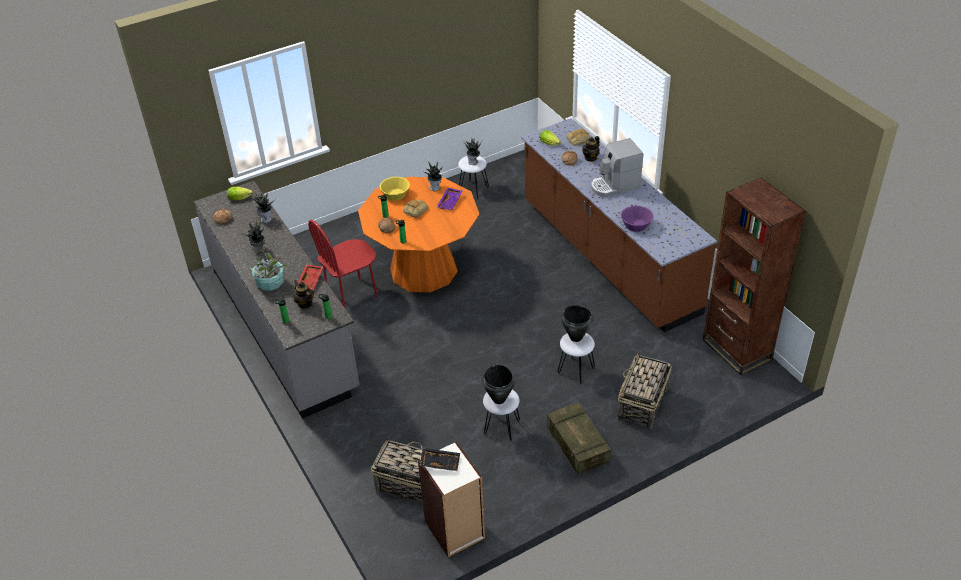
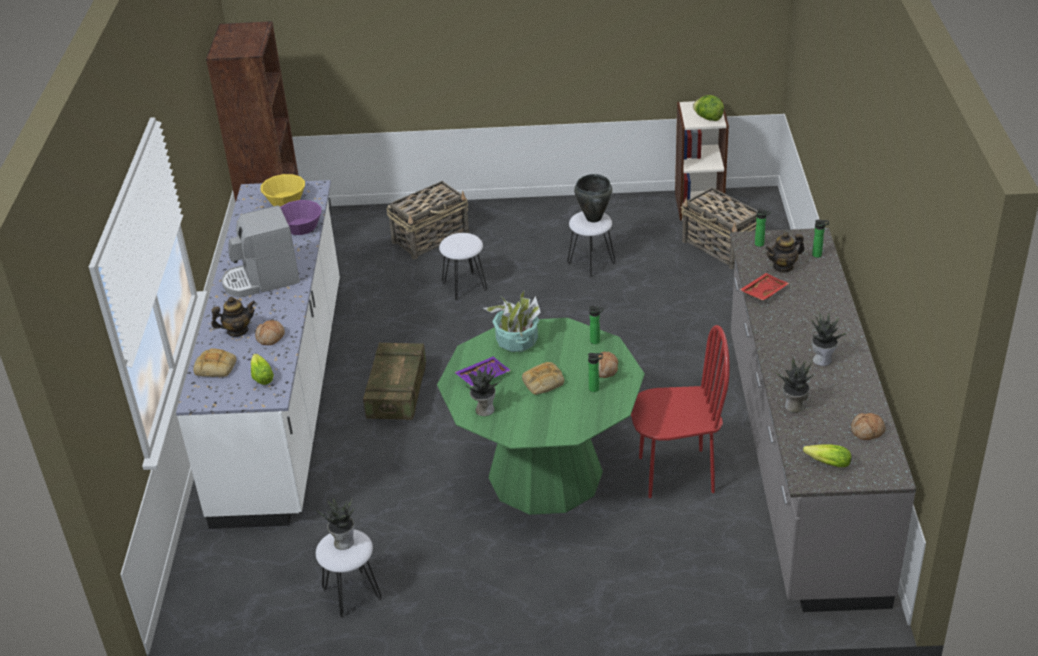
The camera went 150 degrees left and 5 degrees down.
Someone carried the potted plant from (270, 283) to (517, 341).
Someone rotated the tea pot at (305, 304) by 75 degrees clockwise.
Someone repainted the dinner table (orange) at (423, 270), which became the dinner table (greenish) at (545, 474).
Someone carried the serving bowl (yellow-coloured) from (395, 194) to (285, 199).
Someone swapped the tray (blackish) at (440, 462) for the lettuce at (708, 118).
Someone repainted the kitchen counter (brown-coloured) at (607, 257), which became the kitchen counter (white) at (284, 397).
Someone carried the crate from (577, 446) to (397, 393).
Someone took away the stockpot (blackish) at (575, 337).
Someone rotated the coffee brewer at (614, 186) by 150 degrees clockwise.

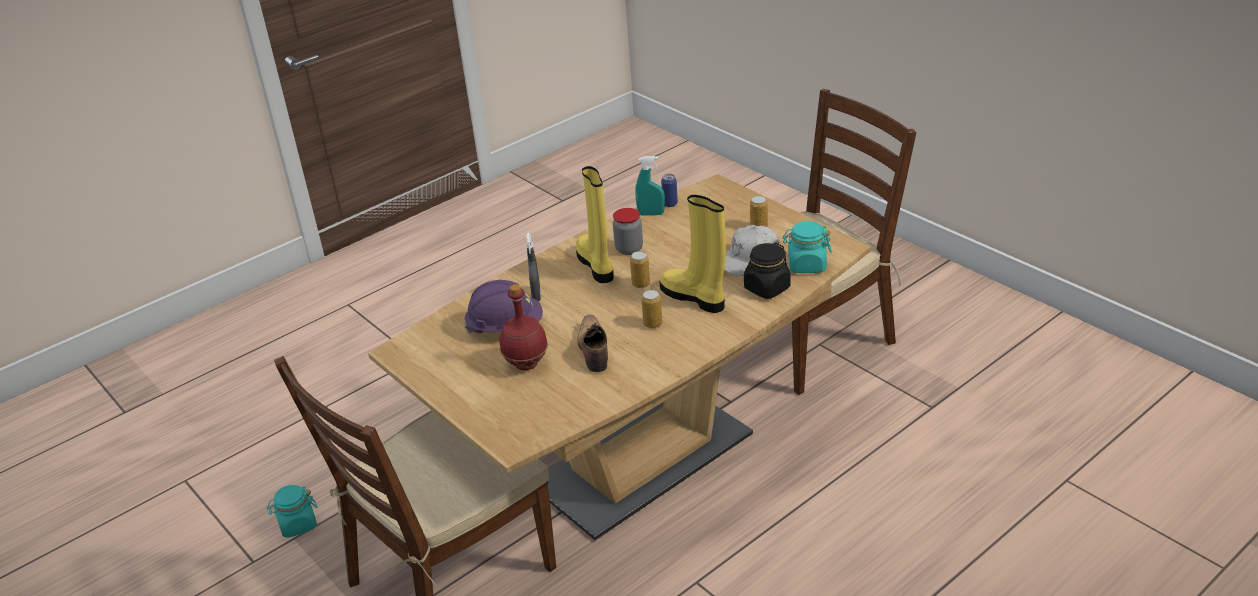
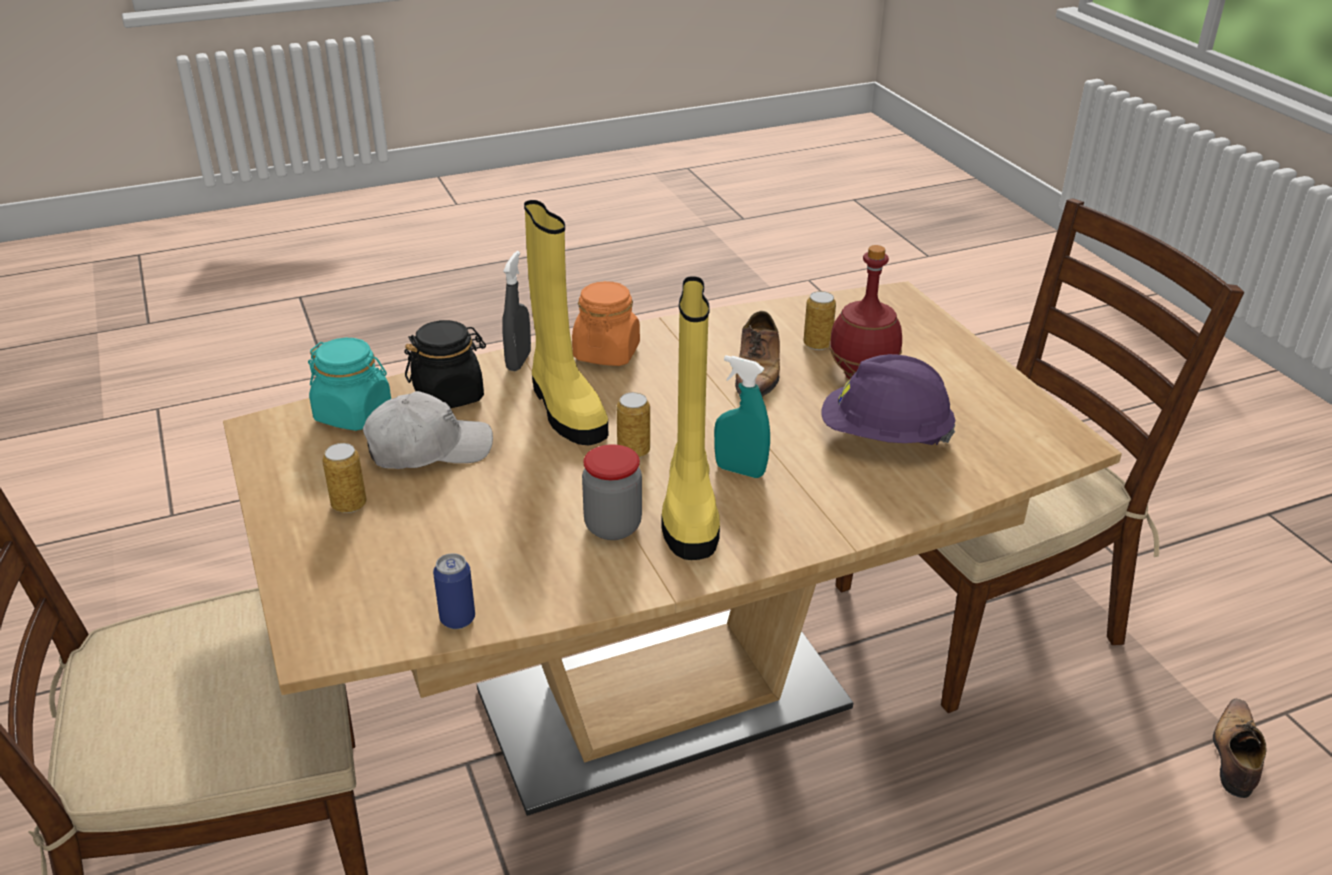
The camera went 165 degrees left and 0 degrees up.
Someone swapped the preserve jar (blue-green) at (297, 524) for the item of footwear at (1234, 755).
Someone carried the hand sprayer (gray) from (536, 295) to (518, 361).
Someone carried the hand sprayer (blue-green) from (651, 214) to (740, 470).
Someone carried the metal can from (653, 324) to (817, 344).
Someone put down the preserve jar (orange) at (606, 352).

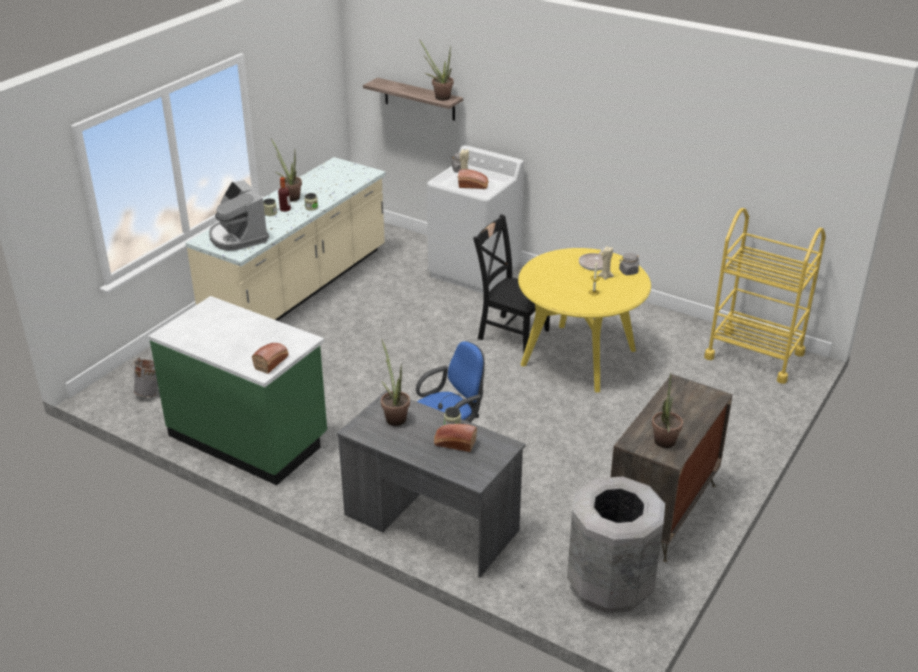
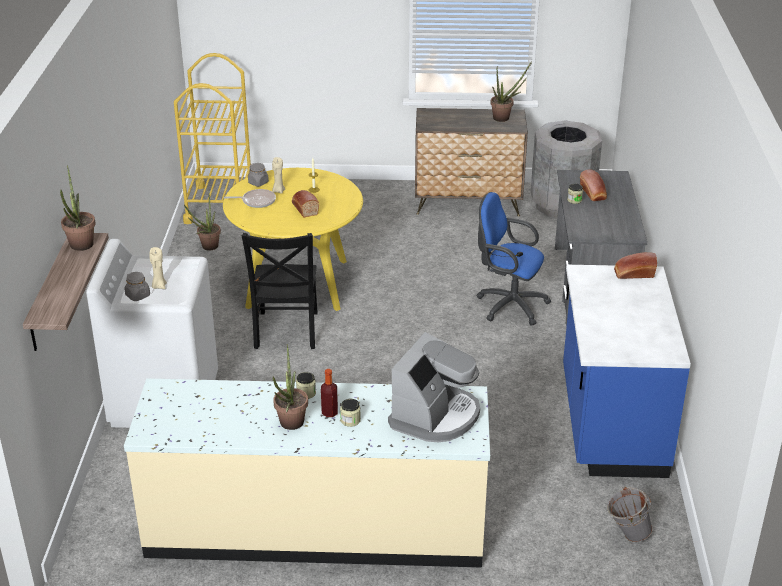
The camera went 120 degrees left and 0 degrees up.
Someone repainted the kitchen counter (greenish) at (249, 437), which became the kitchen counter (bluish) at (610, 423).
Someone carried the potted plant from (394, 417) to (207, 247).
Someone carried the baked bread from (473, 186) to (304, 208).

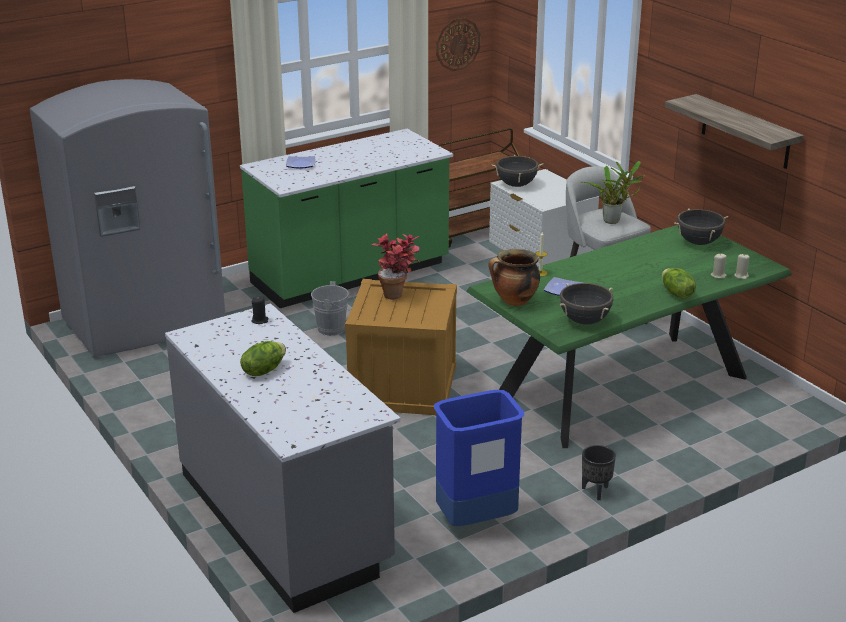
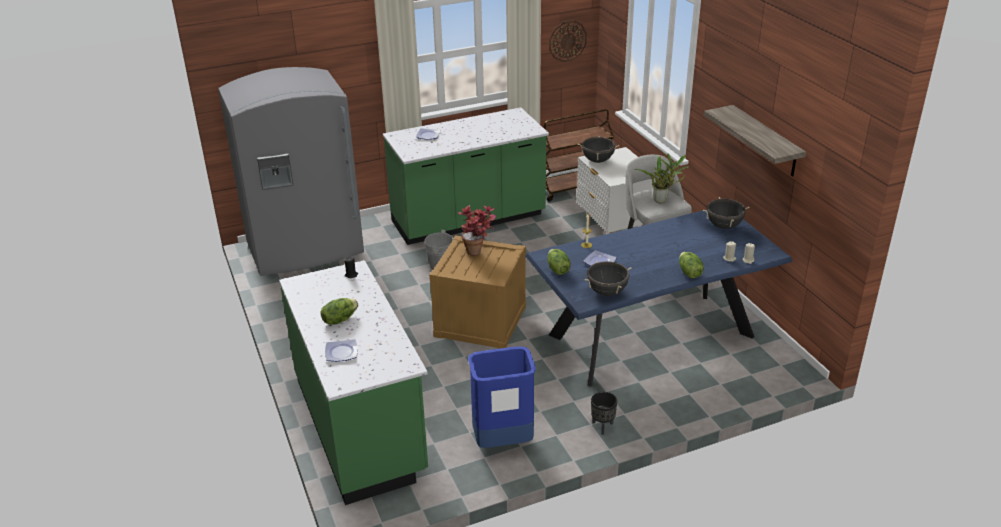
The camera went 10 degrees right and 5 degrees up.
Someone repainted the kitchen counter (gray) at (285, 519), which became the kitchen counter (greenish) at (361, 426).
Someone repainted the dinner table (greenish) at (622, 386), which became the dinner table (bluish) at (650, 335).
Someone swapped the stockpot at (514, 301) for the lettuce at (557, 269).
Someone put down the flat dish at (341, 353).

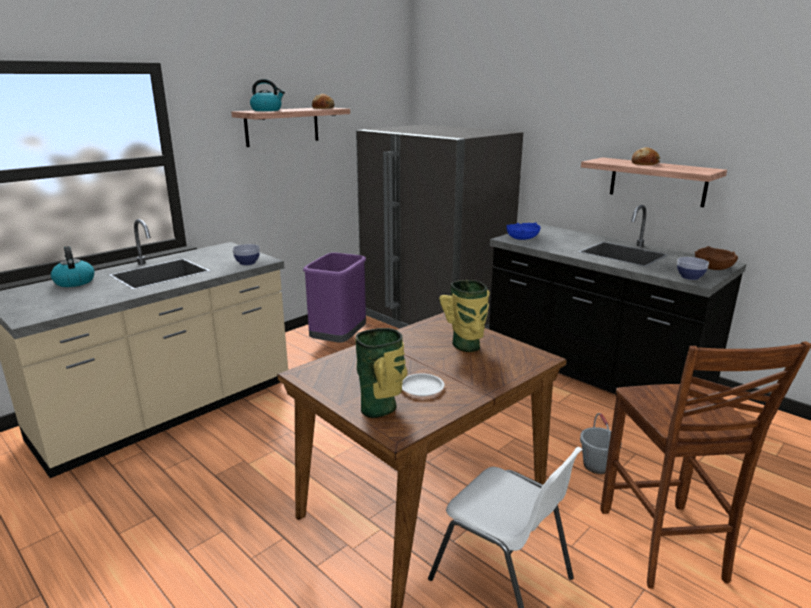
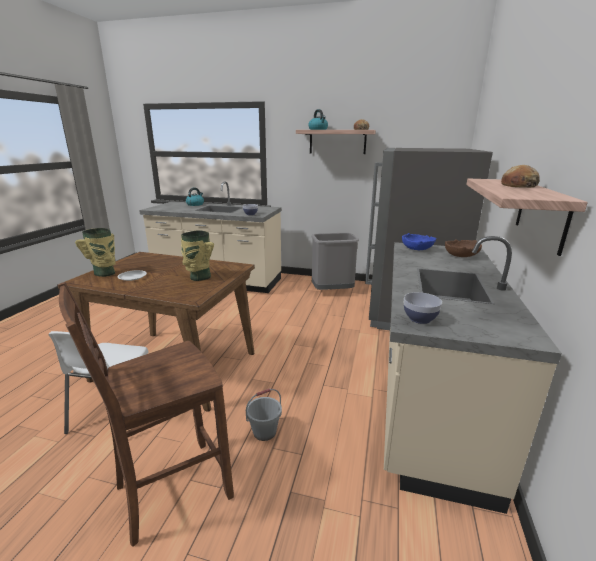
The camera went 60 degrees right and 0 degrees up.
Someone repainted the waste bin (purple) at (339, 341), which became the waste bin (gray) at (332, 292).
Someone repainted the kitchen counter (blackish) at (593, 372), which became the kitchen counter (sand-coloured) at (427, 402).
Someone carried the serving bowl (brown-coloured) from (713, 268) to (460, 255).

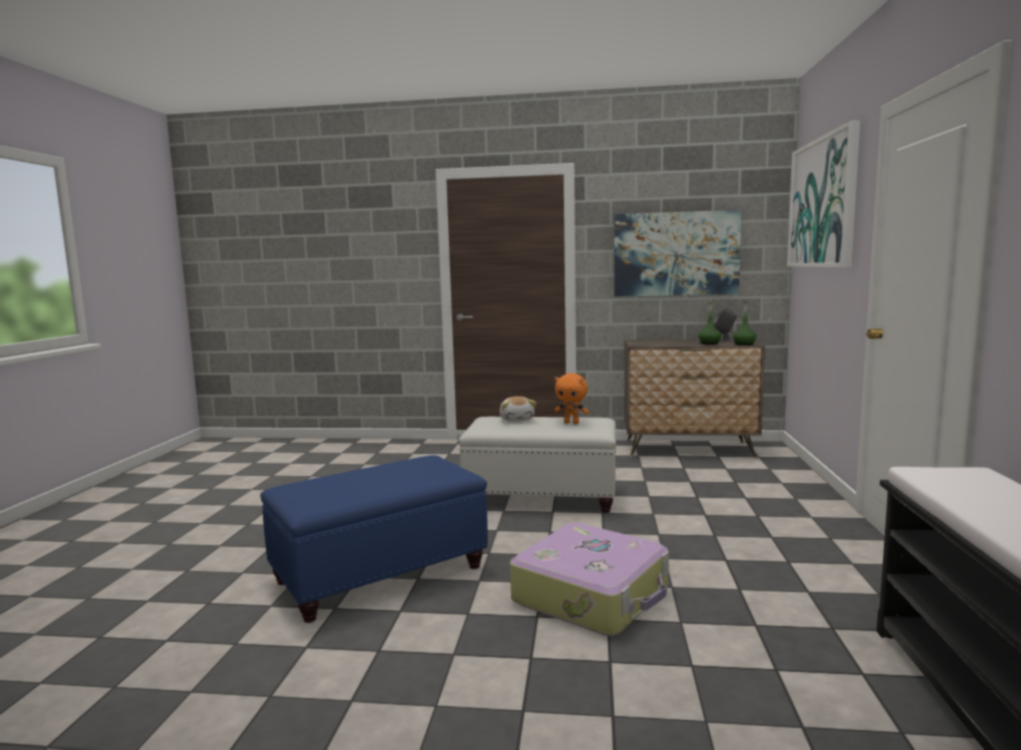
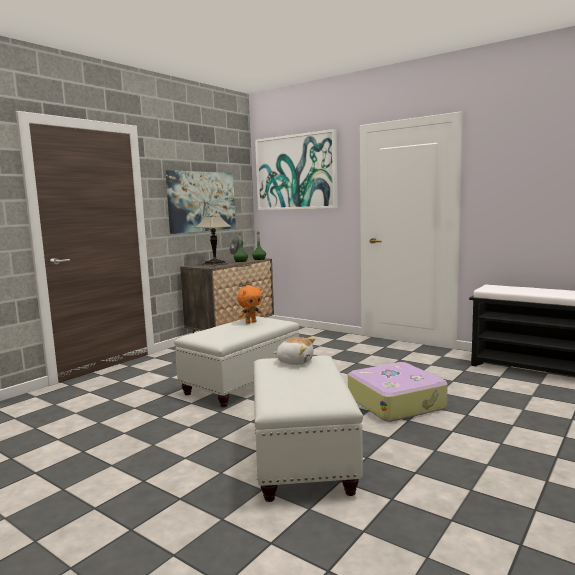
The camera went 60 degrees left and 0 degrees up.
Someone repainted the footrest (bluish) at (381, 574), which became the footrest (white) at (301, 455).
Someone carried the plush toy from (517, 419) to (295, 361).
Someone put down the lamp for a table at (215, 264).

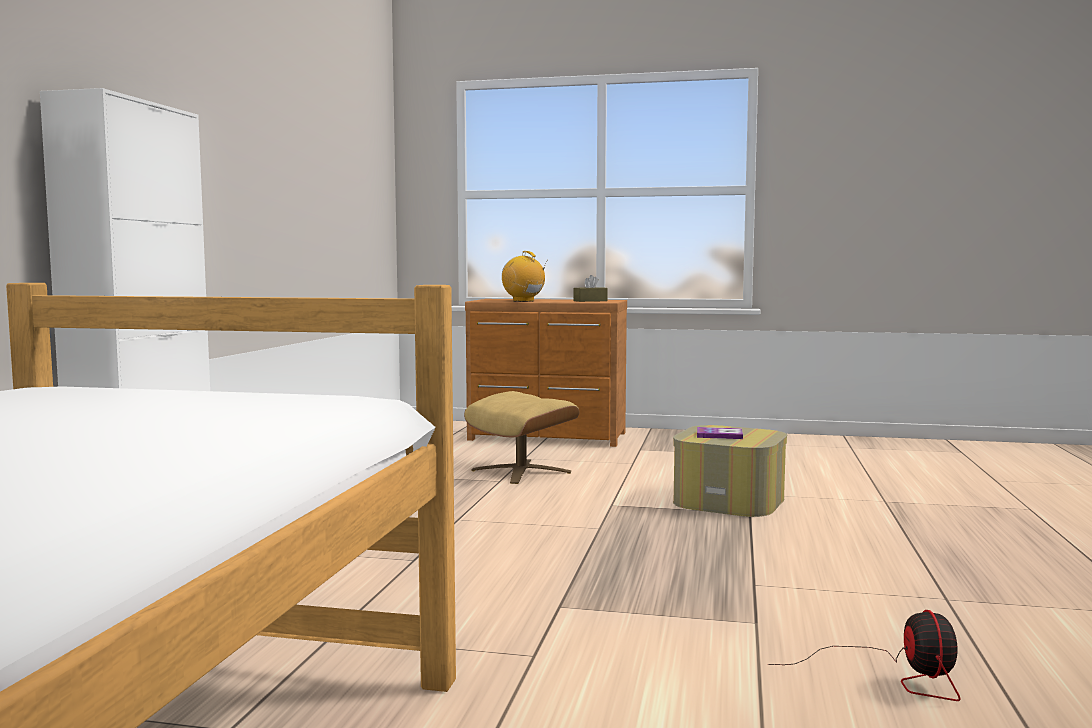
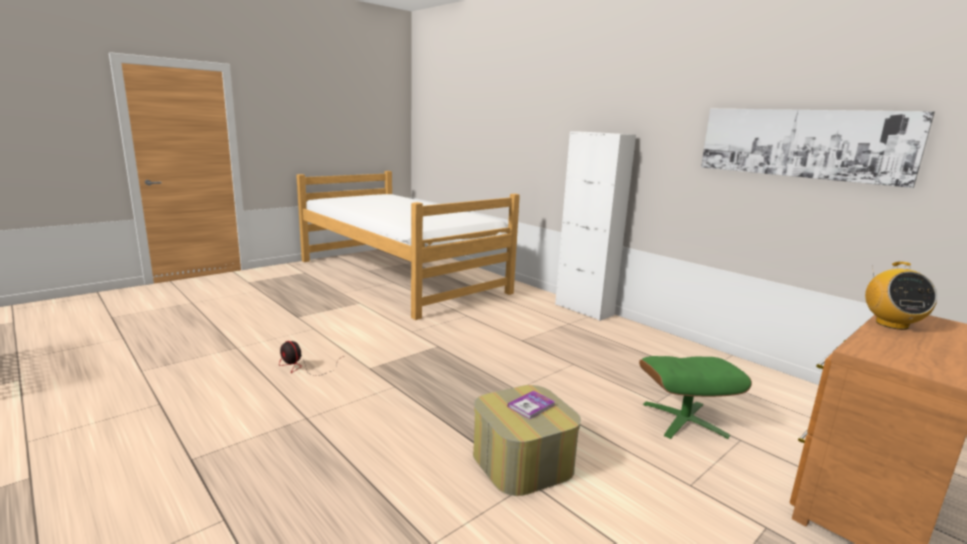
The camera went 125 degrees right and 10 degrees up.
Someone repainted the footrest (sand-coloured) at (521, 471), which became the footrest (greenish) at (684, 420).
Someone rotated the radio receiver at (523, 301) by 105 degrees clockwise.
Someone took away the box of tissues (brown-coloured) at (590, 301).
Someone put up the wall picture at (801, 143).

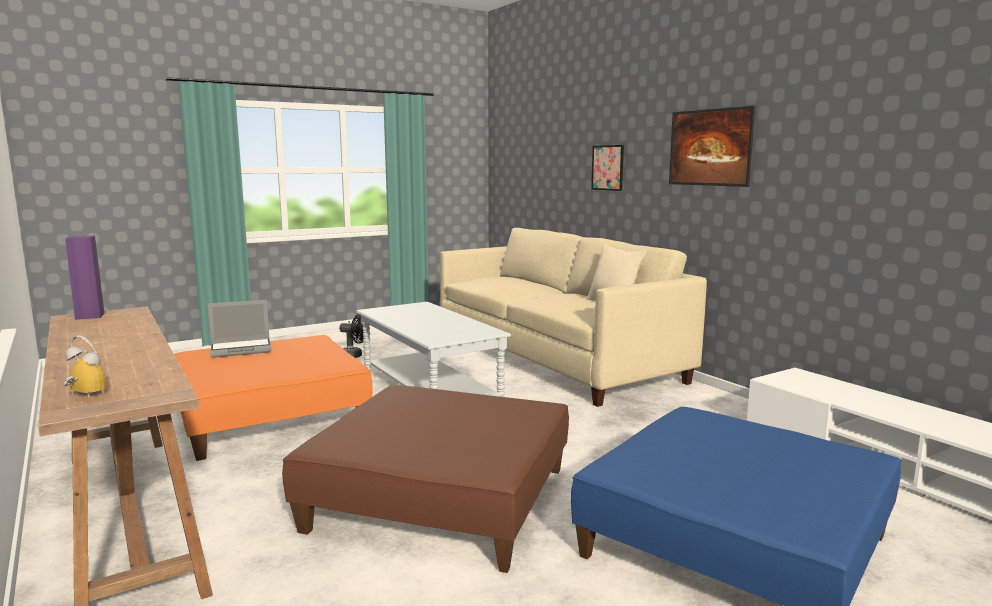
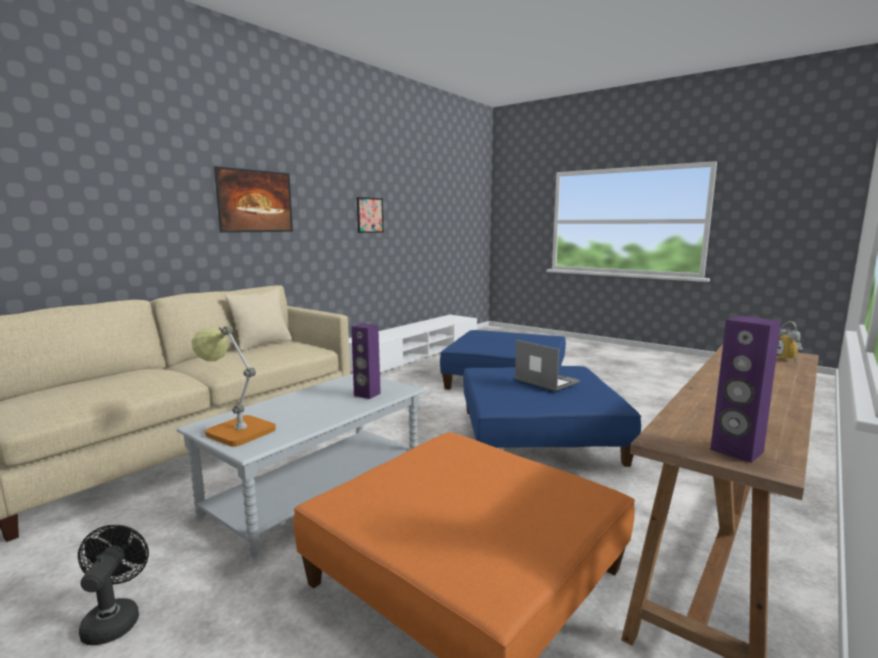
The camera went 110 degrees left and 0 degrees up.
Someone carried the portable computer from (242, 349) to (545, 381).
Someone repainted the footrest (brown-coloured) at (442, 498), which became the footrest (bluish) at (537, 435).
Someone carried the wall picture from (607, 167) to (369, 215).
Someone put down the lamp for a table at (235, 430).
Someone put down the loudspeaker (purple) at (367, 394).

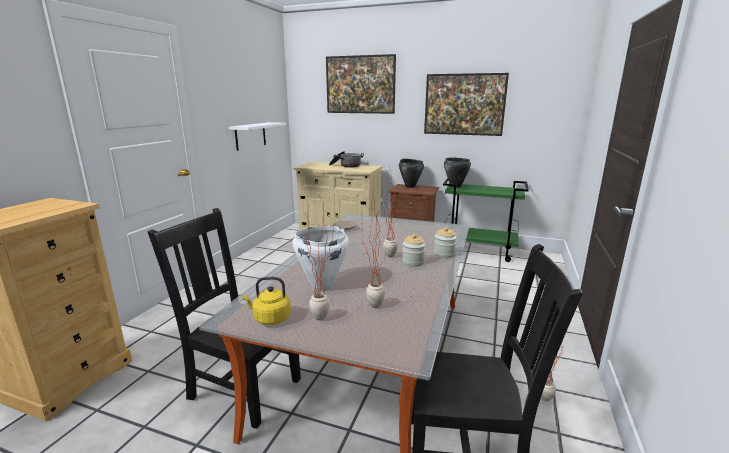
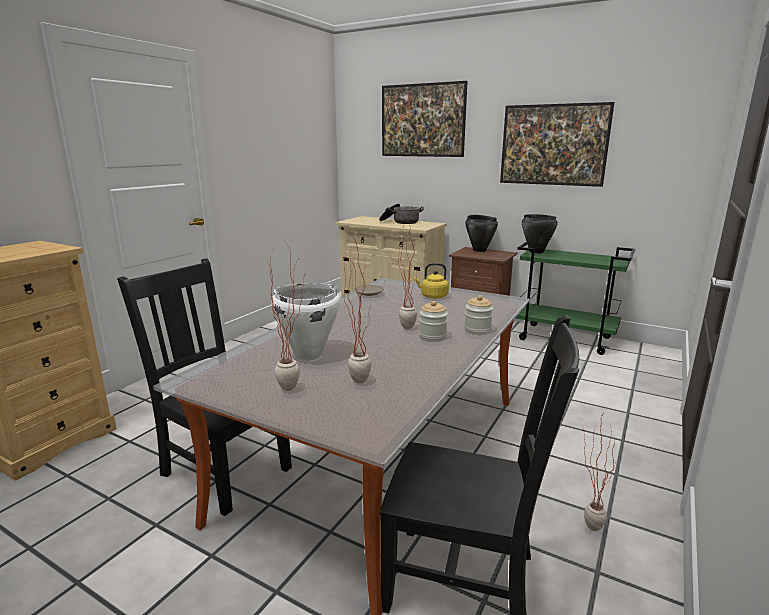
The camera went 10 degrees right and 0 degrees up.
Someone took away the bracket shelf (white) at (250, 136).
Someone carried the water kettle (yellow-coloured) from (270, 318) to (432, 296).

